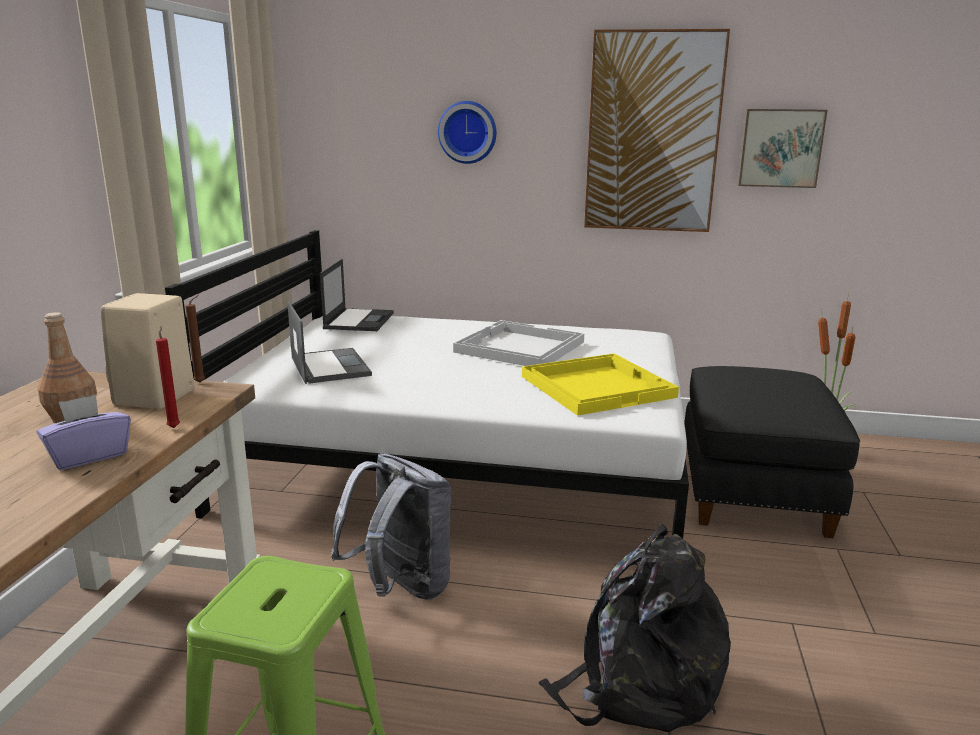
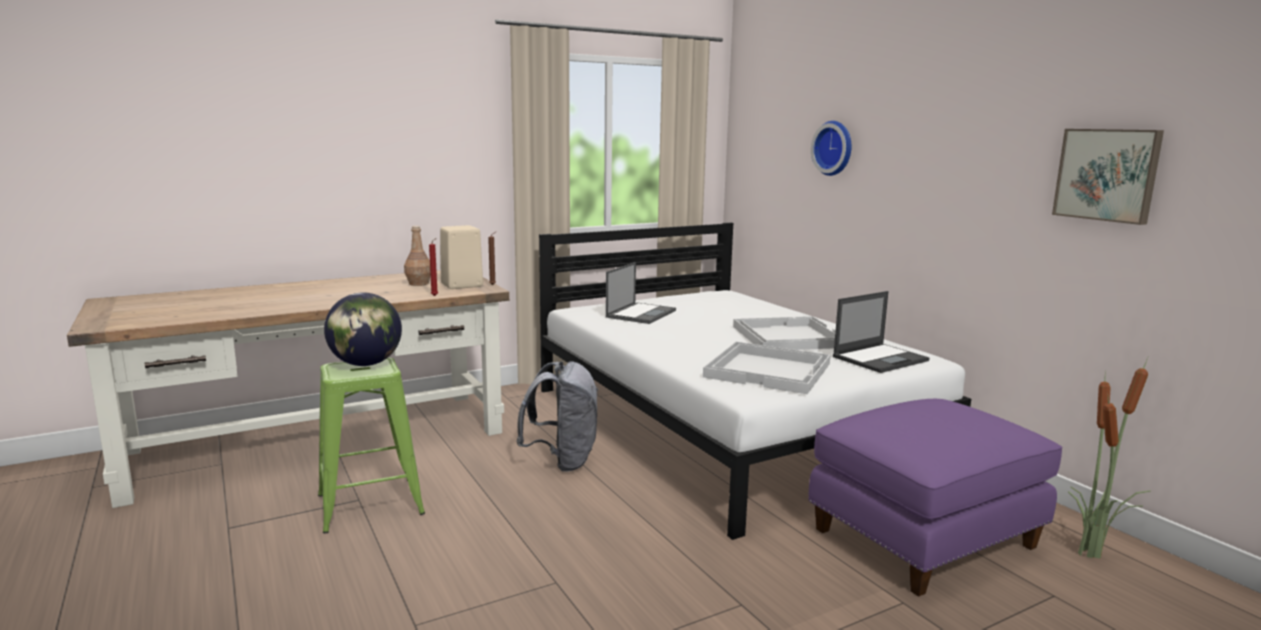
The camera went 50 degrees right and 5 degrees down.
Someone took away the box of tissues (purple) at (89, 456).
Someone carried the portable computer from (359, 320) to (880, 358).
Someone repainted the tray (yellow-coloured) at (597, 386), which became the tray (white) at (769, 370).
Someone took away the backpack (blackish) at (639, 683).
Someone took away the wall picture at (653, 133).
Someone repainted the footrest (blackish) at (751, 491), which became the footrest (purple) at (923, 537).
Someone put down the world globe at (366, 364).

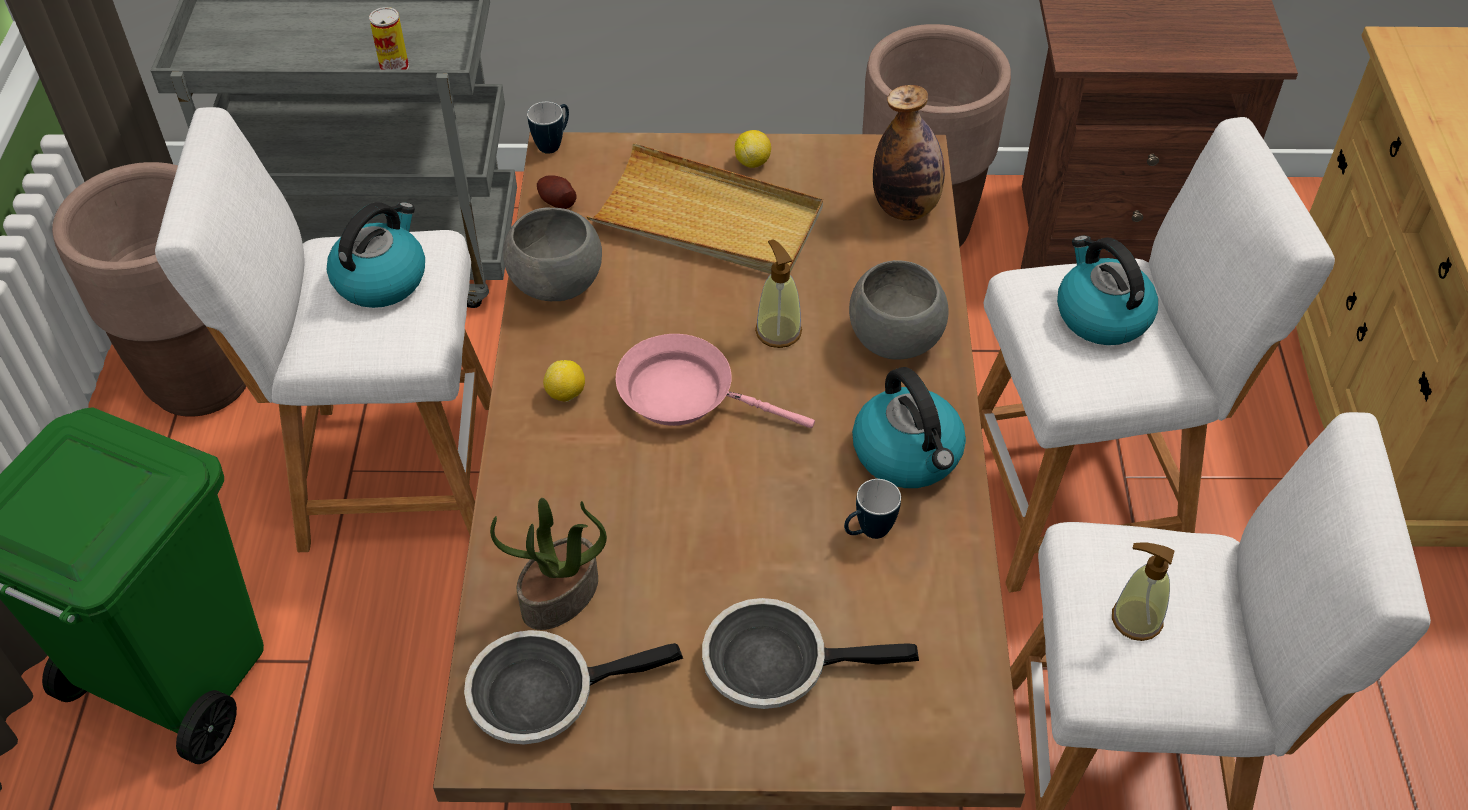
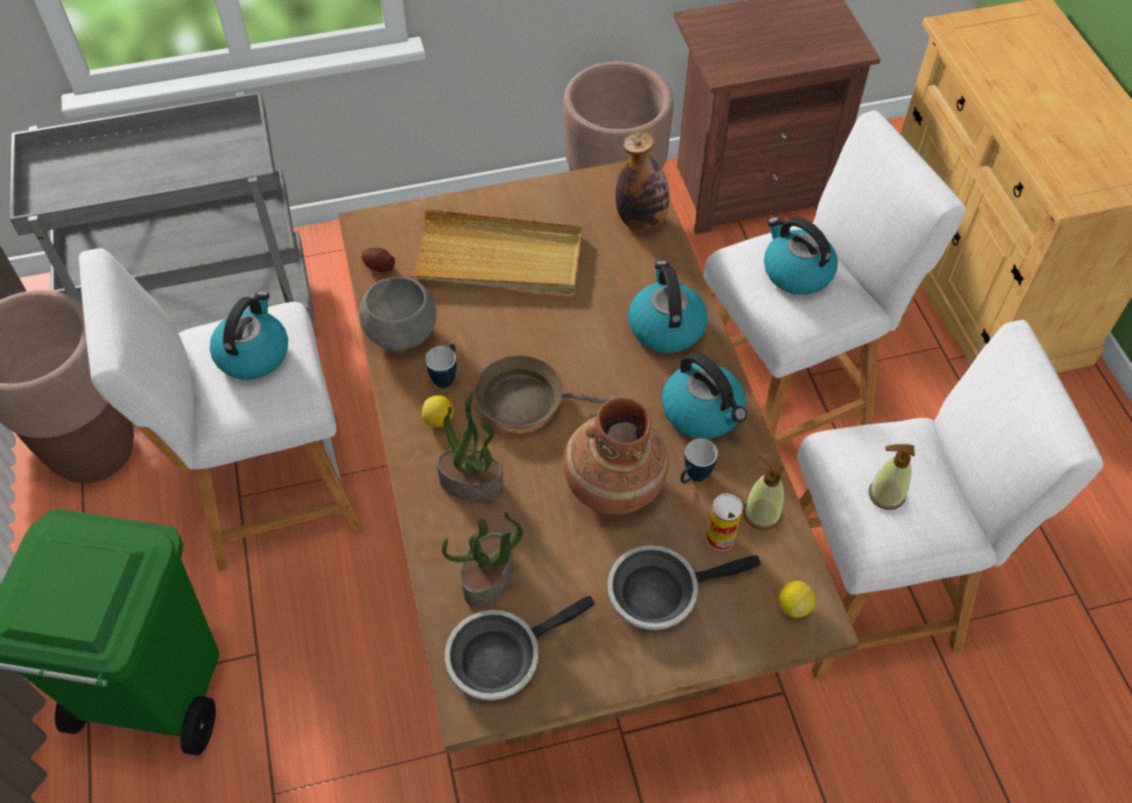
The camera went 15 degrees left and 5 degrees up.
Someone carried the metal can from (394, 68) to (720, 538).
Someone carried the tea mug from (553, 144) to (446, 376).
Someone repainted the skillet (pink) at (685, 395), which became the skillet (brown-coloured) at (528, 401).
Someone carried the lemon from (752, 162) to (794, 606).
Someone carried the liquid soap bottle from (778, 331) to (761, 513).
Someone swapped the serving bowl (gray) at (893, 341) for the water kettle at (665, 326).
Someone put down the potted plant at (472, 482).
Someone put down the vase (brown-coloured) at (613, 485).

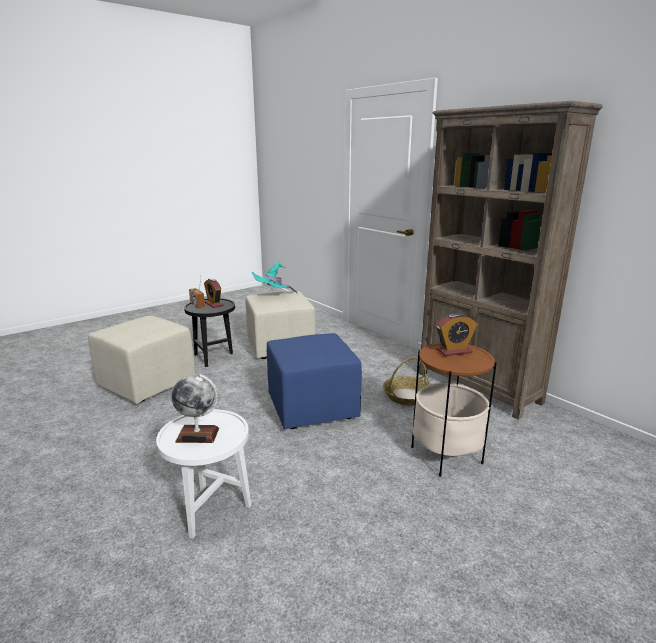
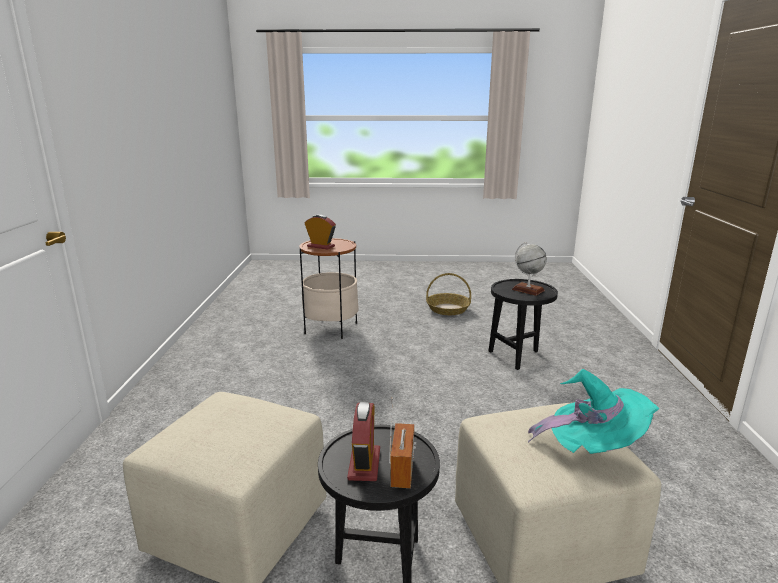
The camera went 140 degrees left and 0 degrees up.
Someone repainted the side table (white) at (211, 514), which became the side table (blackish) at (517, 356).
Someone carried the hat (blue-green) from (272, 295) to (593, 448).
Someone took away the footrest (bluish) at (313, 408).
Someone carried the household basket from (407, 396) to (447, 309).
Someone took away the bookshelf (brown-coloured) at (478, 388).

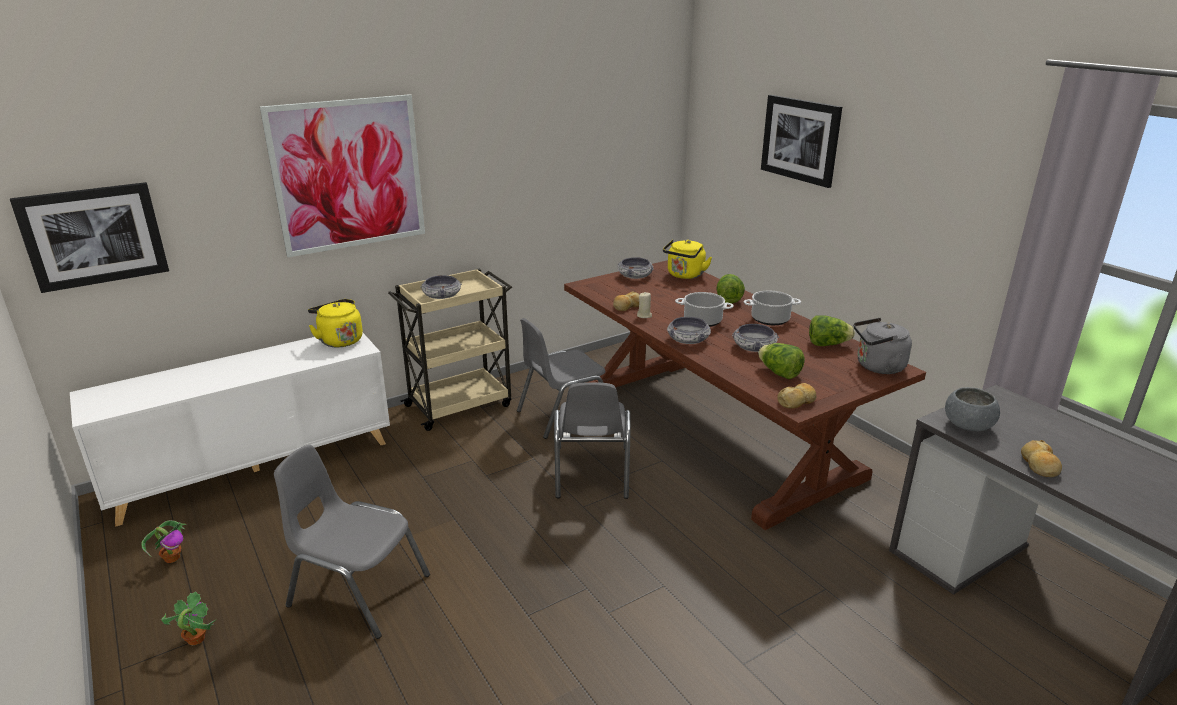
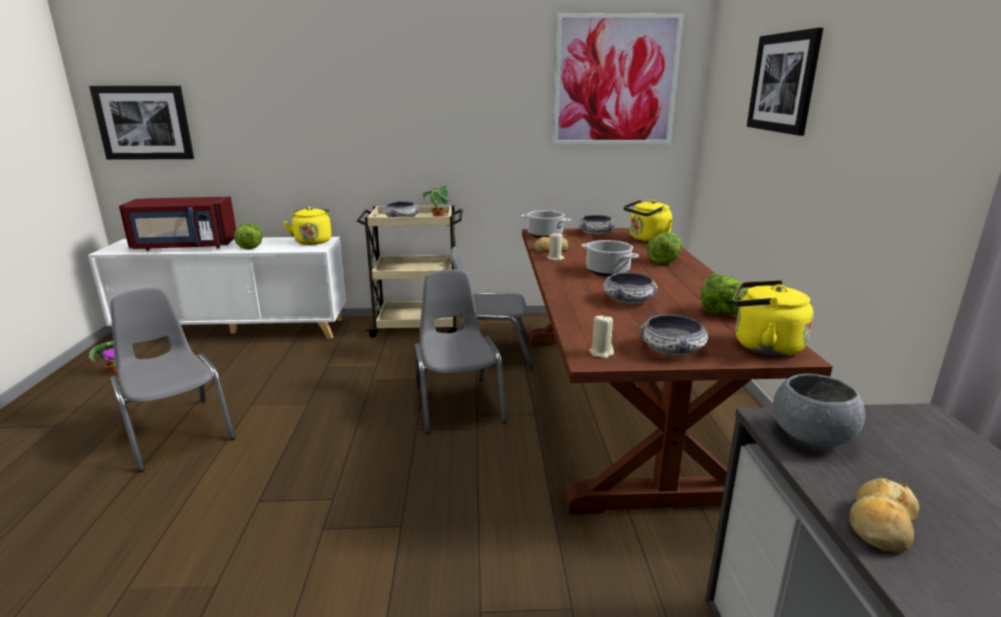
The camera went 30 degrees right and 5 degrees down.
Someone carried the potted plant from (195, 639) to (438, 215).
Someone carried the wall picture from (348, 175) to (615, 81).
Someone rotated the plain chair (gray) at (591, 472) by 135 degrees clockwise.
Someone carried the serving bowl from (688, 340) to (671, 349).
Someone carried the stockpot from (770, 319) to (545, 235).
Someone carried the lettuce from (779, 373) to (251, 246).
Someone swapped the baked bread at (797, 401) for the candle (sand-coloured) at (601, 353).
Someone repainted the water kettle (gray) at (877, 367), which became the water kettle (yellow-coloured) at (762, 346).
Someone put down the microwave oven (reddish) at (184, 246).

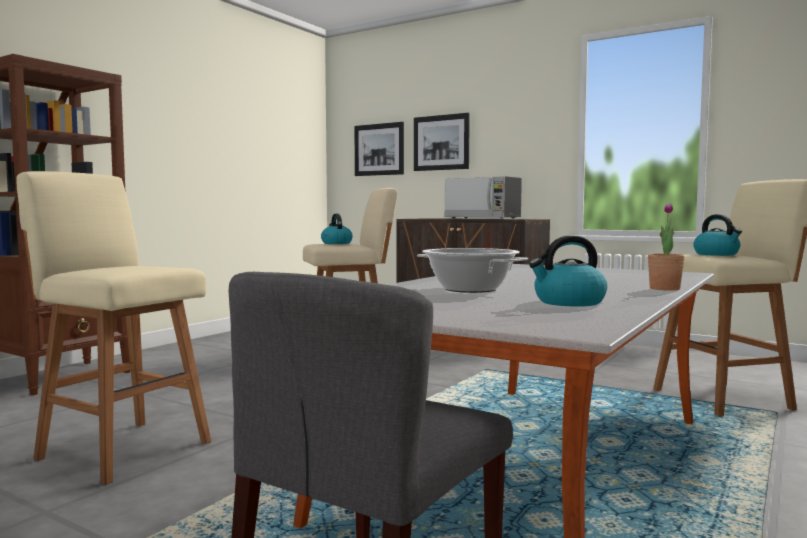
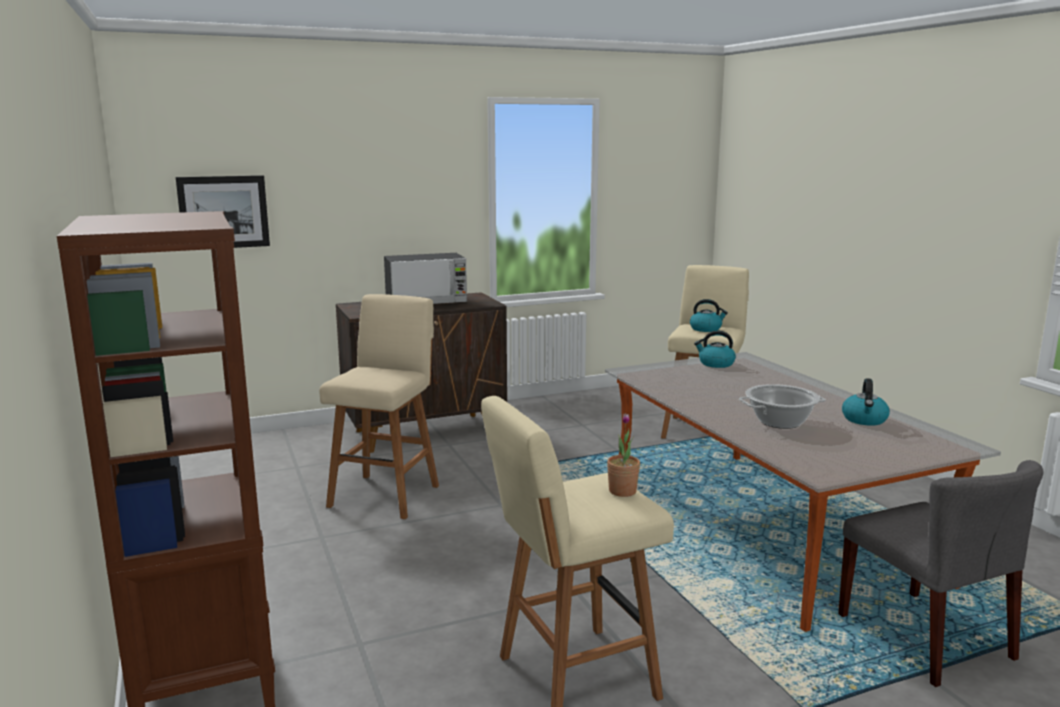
The camera went 55 degrees left and 10 degrees up.
Someone carried the water kettle from (336, 243) to (715, 364).
Someone took away the wall picture at (441, 142).
Someone carried the potted plant from (664, 289) to (622, 491).

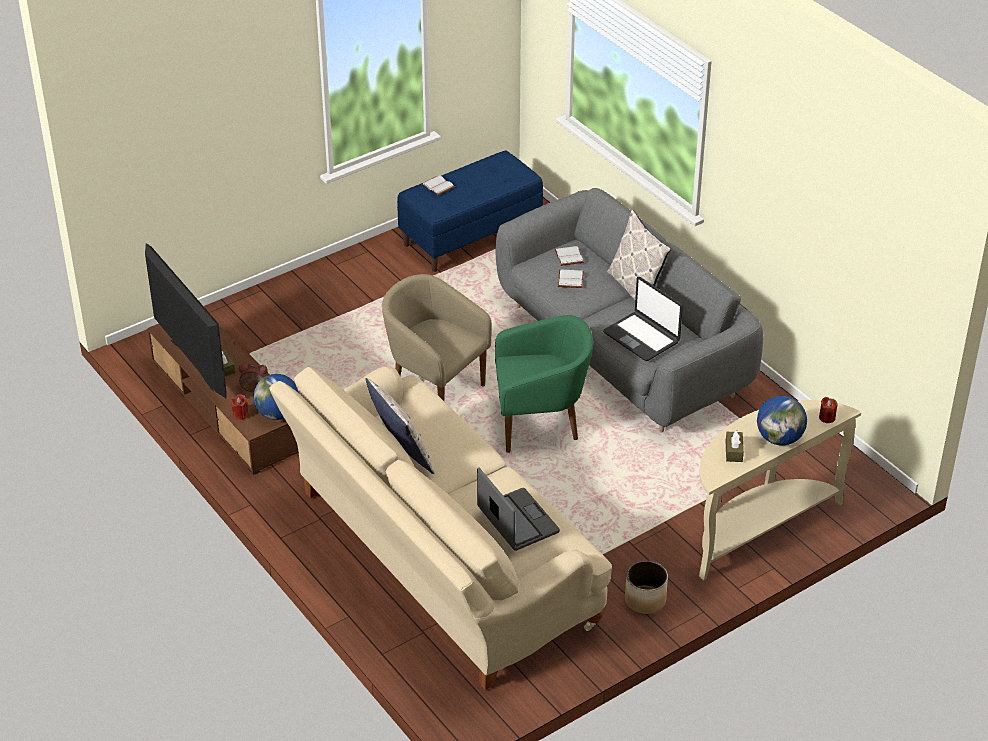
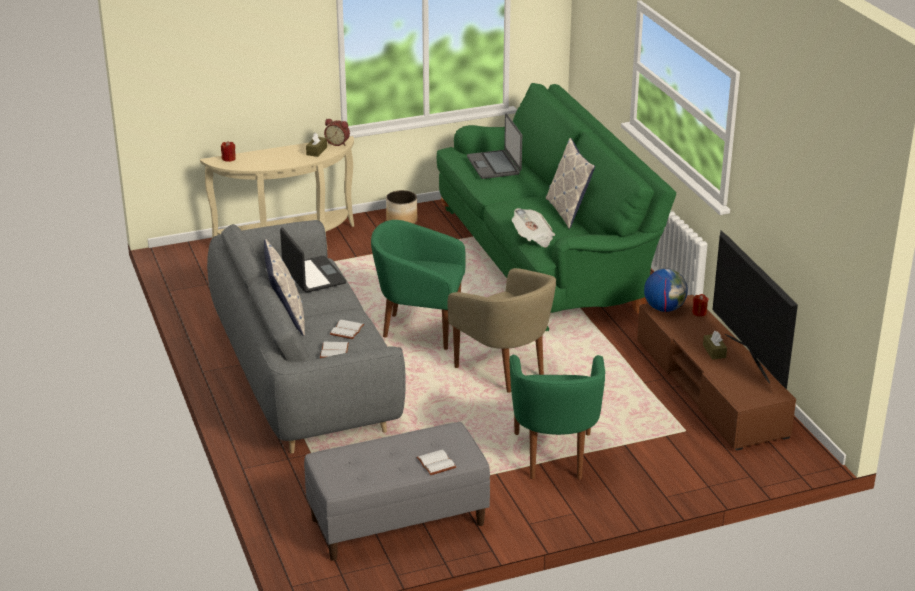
The camera went 165 degrees left and 10 degrees down.
Someone carried the alarm clock from (254, 389) to (338, 143).
Someone repainted the sofa (sand-coloured) at (439, 562), which became the sofa (greenish) at (544, 259).
Someone repainted the indoor bench (bluish) at (471, 235), which became the indoor bench (gray) at (397, 522).
Someone took away the world globe at (779, 438).
Someone put down the lounge chair (greenish) at (554, 456).
Someone put down the daily paper at (533, 238).

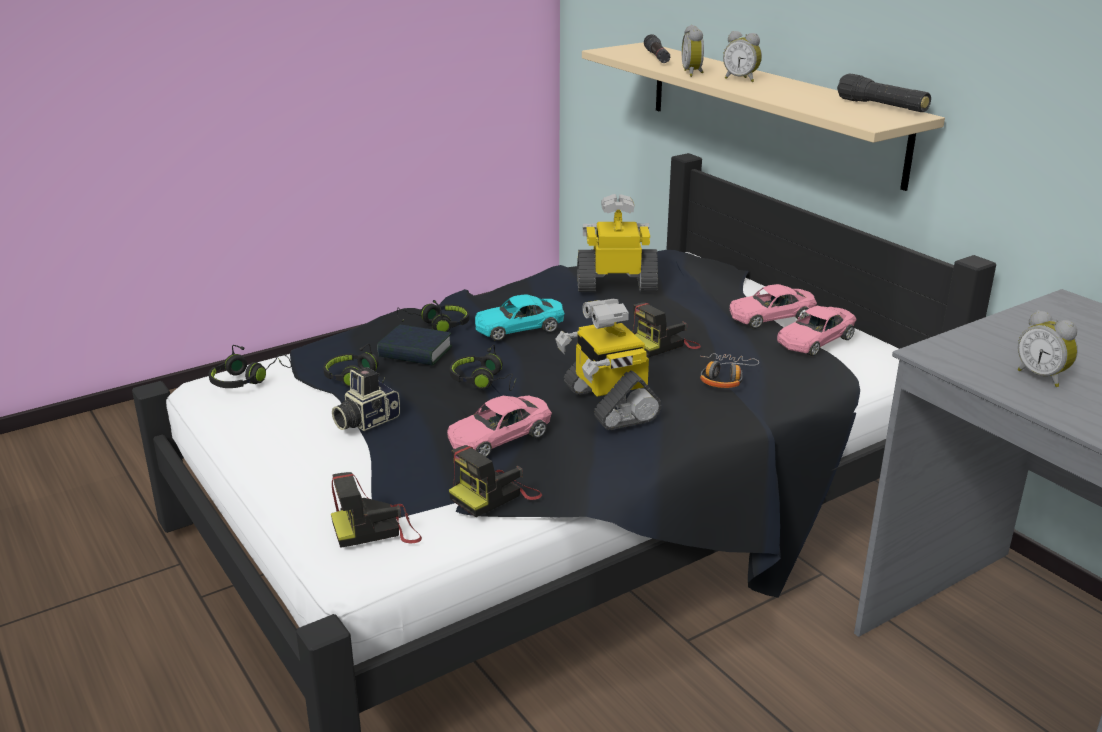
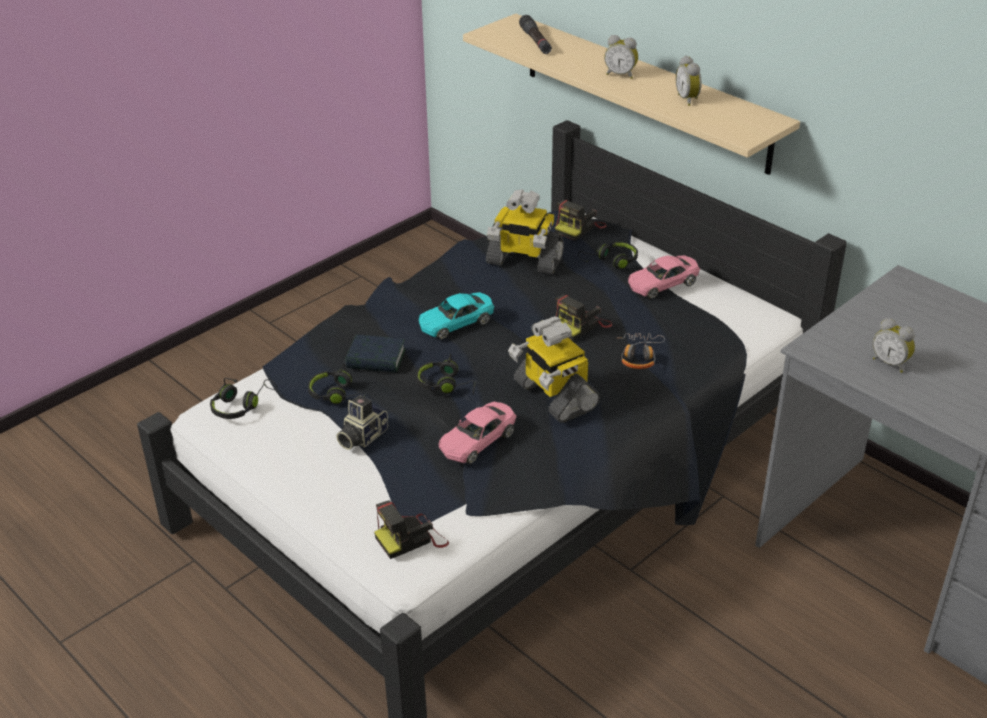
The camera went 10 degrees left and 10 degrees up.
Someone carried the headset (blackish) from (436, 326) to (611, 261).
Someone carried the still camera from (494, 495) to (579, 228).
Someone rotated the robot figure at (616, 284) by 150 degrees counterclockwise.
Someone carried the alarm clock from (693, 73) to (688, 99).
Someone took away the model car (pink) at (815, 340).
Someone took away the torch (blackish) at (882, 107).

